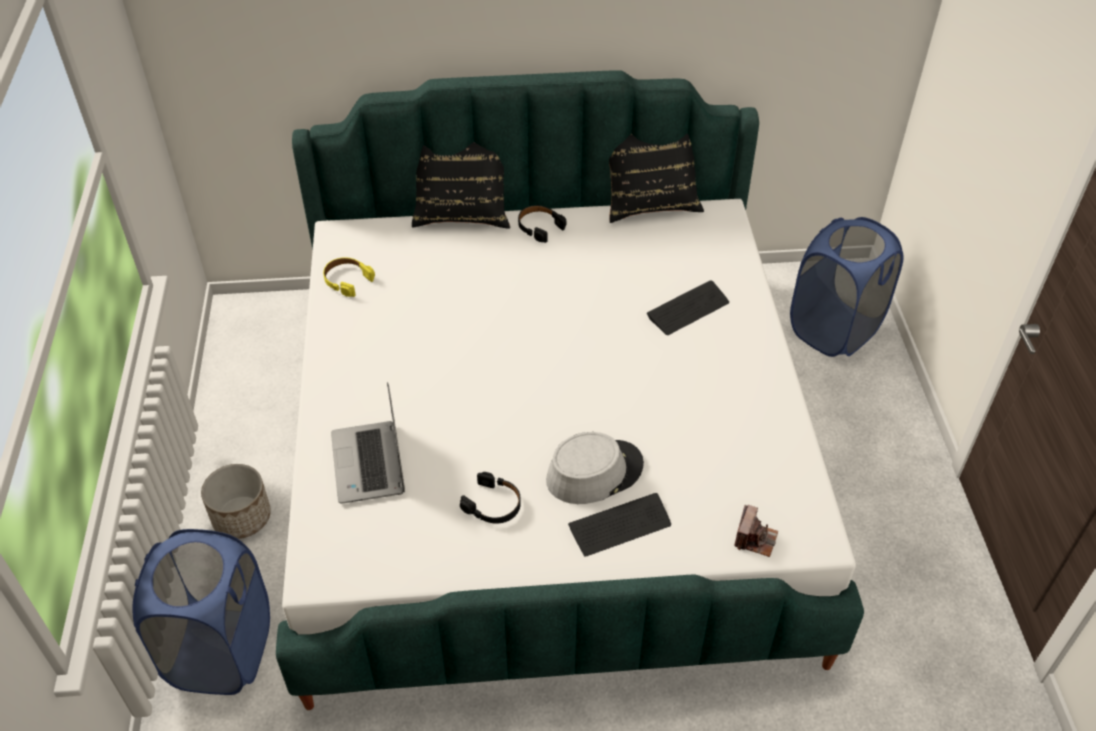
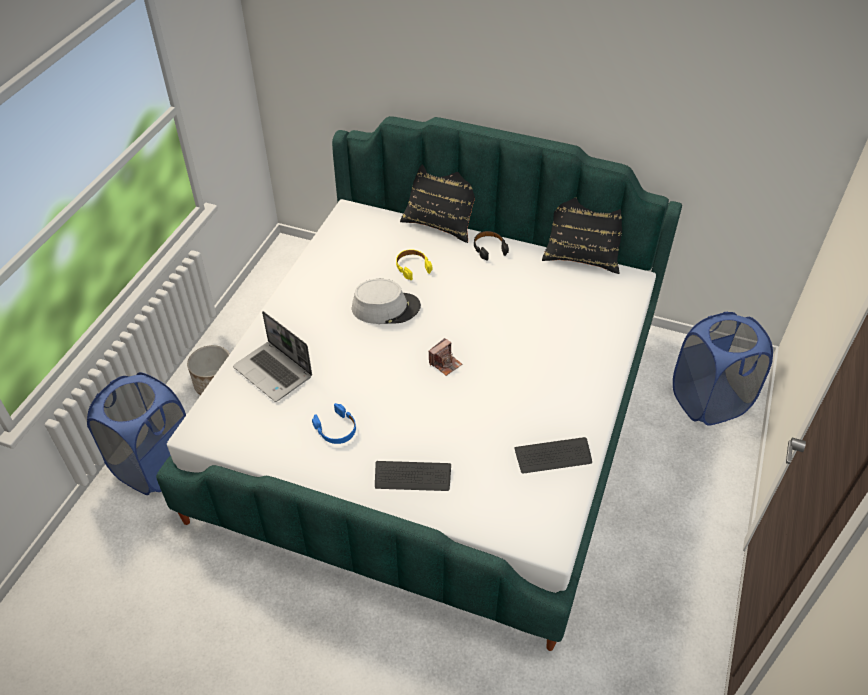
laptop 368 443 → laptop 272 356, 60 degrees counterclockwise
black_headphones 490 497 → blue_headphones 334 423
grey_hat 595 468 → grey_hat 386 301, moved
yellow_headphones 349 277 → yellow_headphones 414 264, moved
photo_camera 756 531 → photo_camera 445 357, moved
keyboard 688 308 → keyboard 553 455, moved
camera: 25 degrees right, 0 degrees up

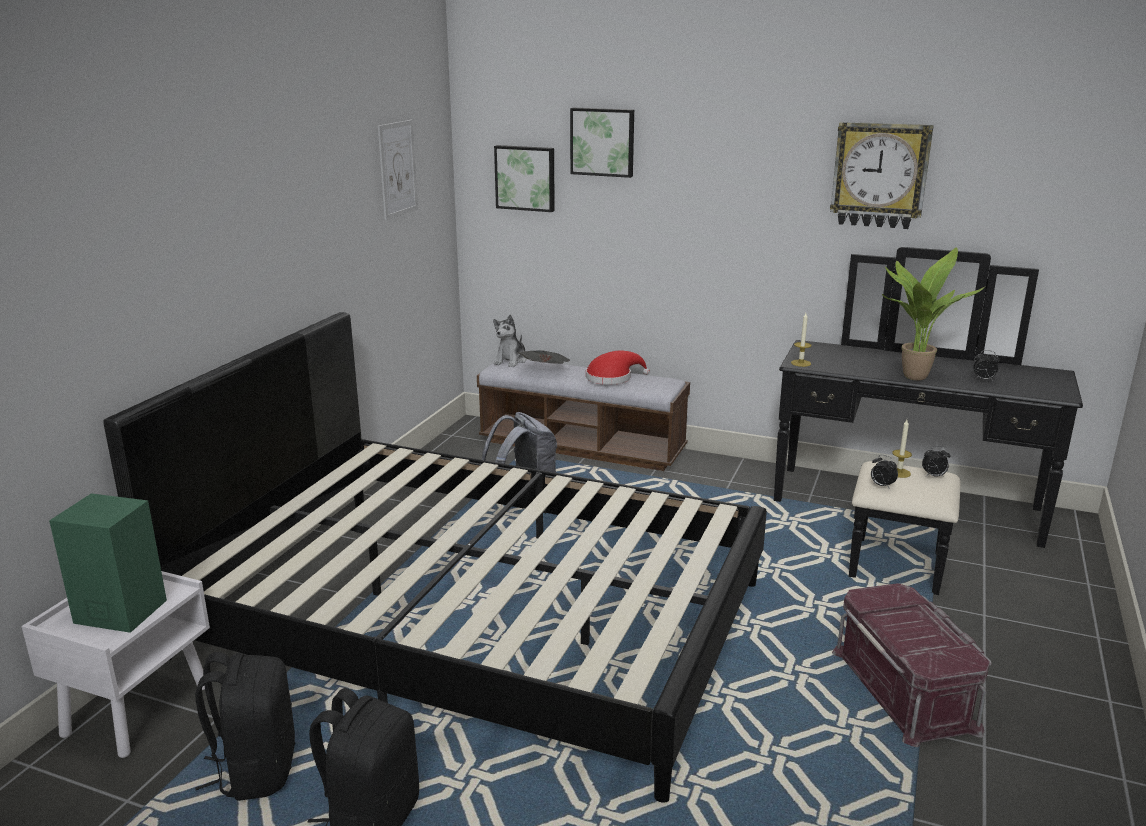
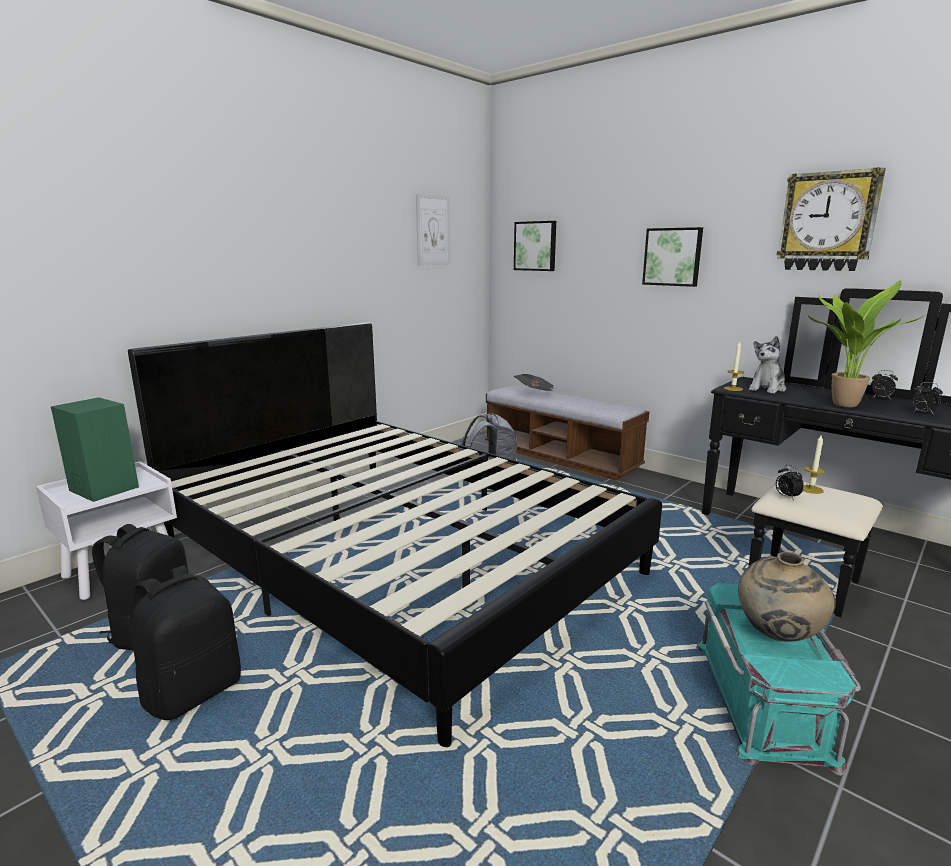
picture 602 143 → picture 672 257, moved
red_storage_box 912 665 → turquoise_storage_box 778 679
- → beige_vase 787 597
plush_toy 510 341 → plush_toy 767 365, moved
alarm_clock 936 461 → alarm_clock 884 384, moved
red_hat 618 368 → -
camera: 20 degrees right, 5 degrees down

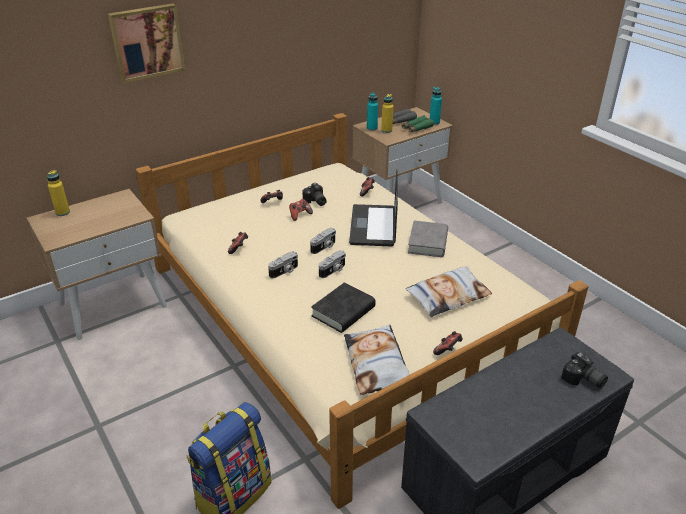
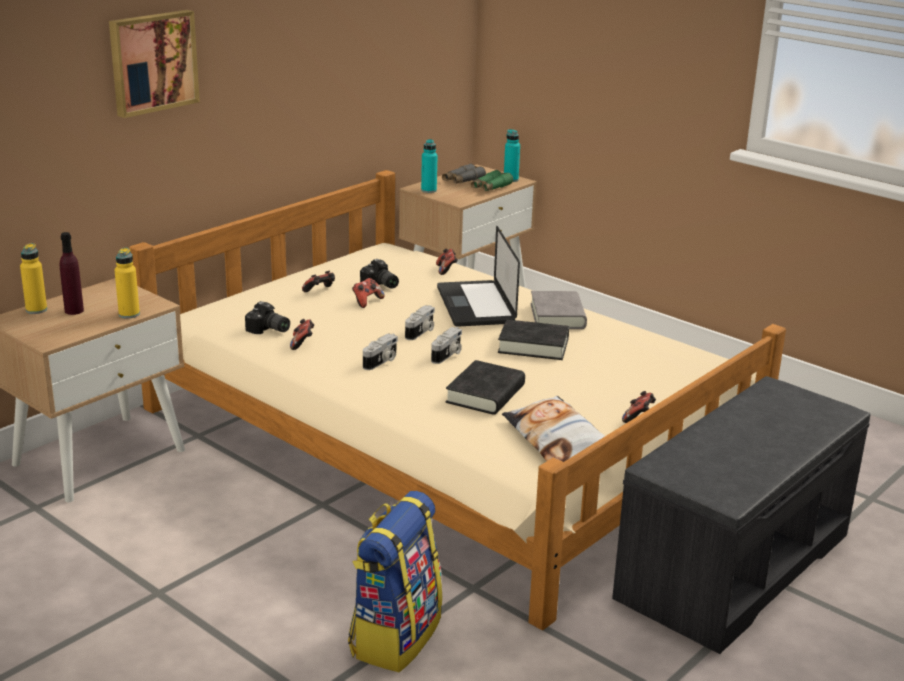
- → purple_bottle 72 273
yellow_bottle 387 113 → yellow_bottle 127 283, moved
photo_camera 584 370 → photo_camera 267 317, moved
- → black_book 533 339
pillow 448 291 → -
camera: 15 degrees left, 10 degrees down

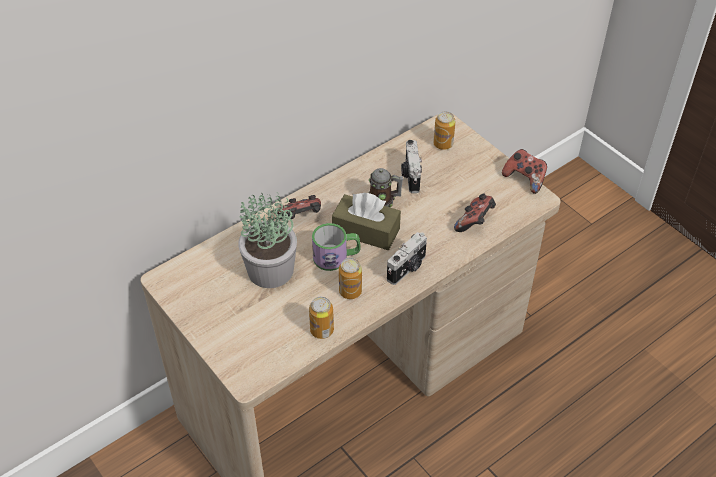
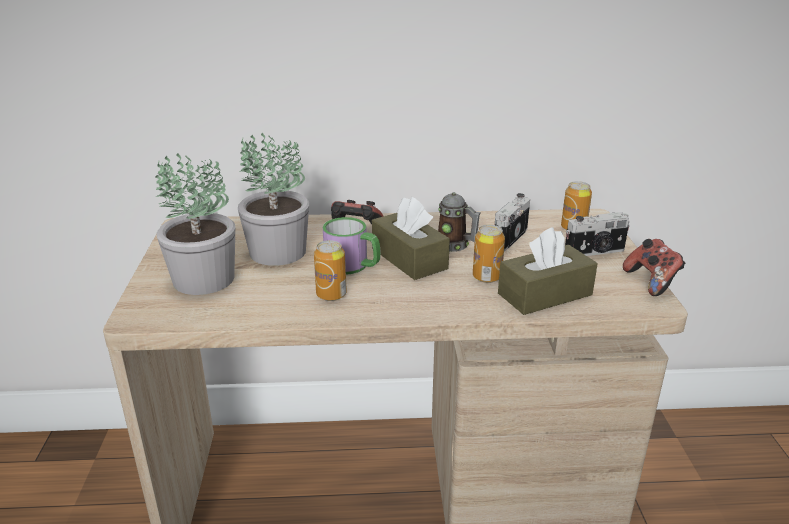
- → potted_plant 195 224
can 321 318 → can 489 254, moved
game_controller 475 213 → brown_tissue_box 548 271
photo_camera 407 258 → photo_camera 597 234, moved
camera: 35 degrees right, 20 degrees down

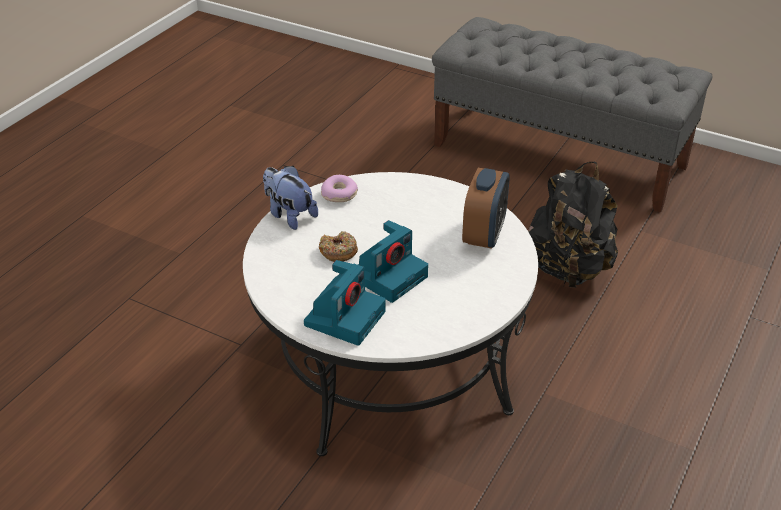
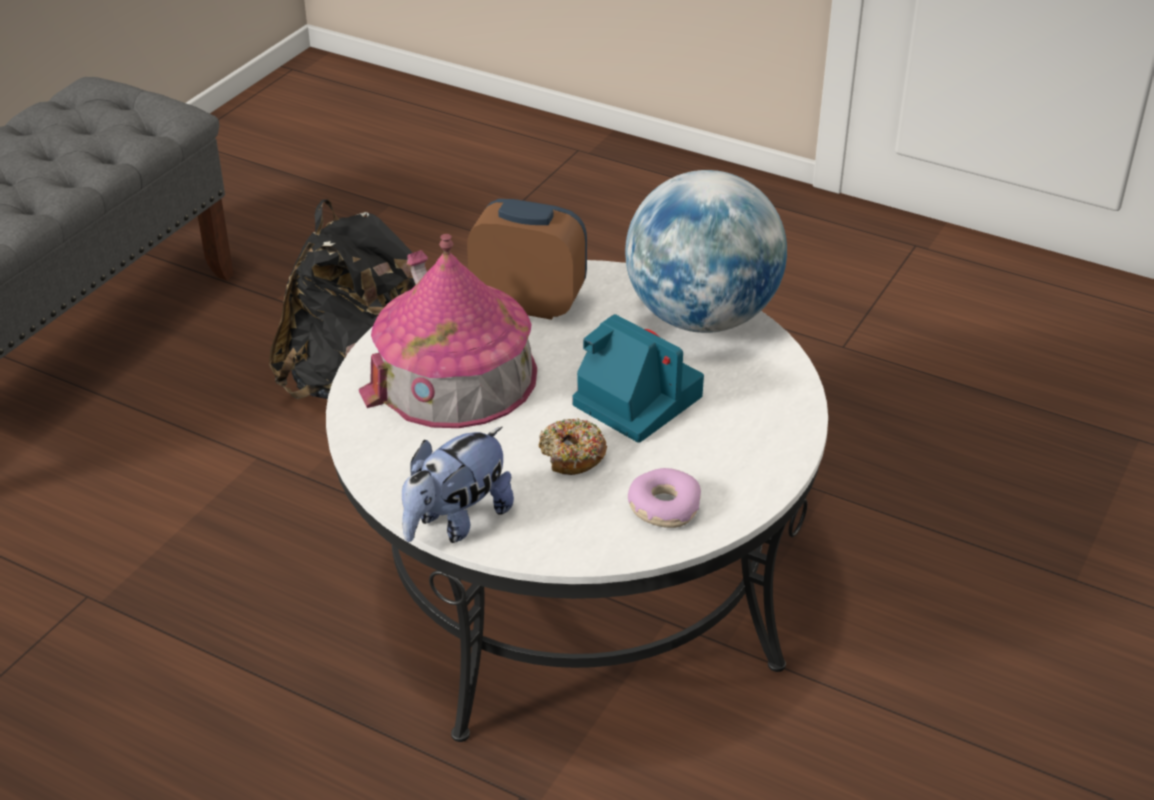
- → toy_house 448 331
- → globe 706 251
donut 339 188 → donut 664 498, moved
photo_camera 345 303 → -
camera: 90 degrees left, 0 degrees up

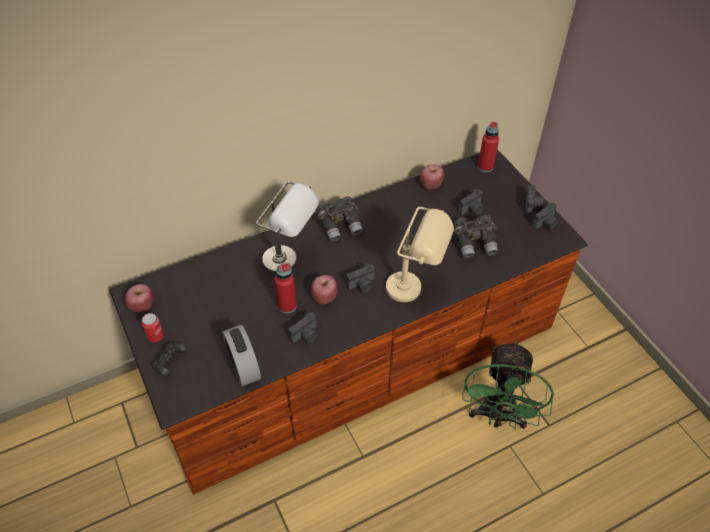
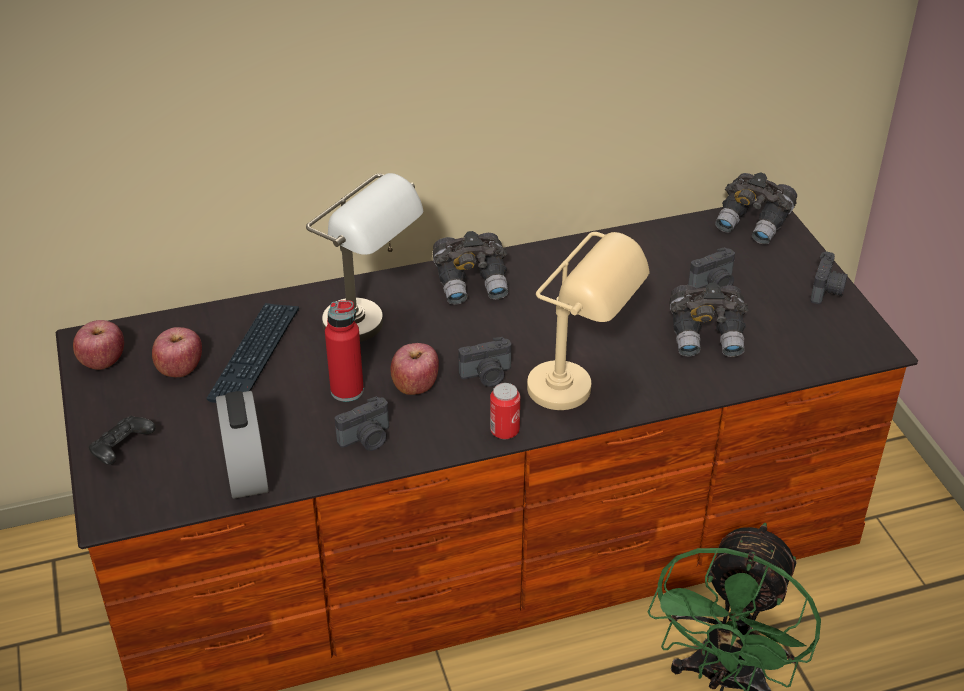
apple 432 177 → apple 177 352, moved
- → keyboard 252 353
can 152 327 → can 505 411, moved
red_bottle 488 147 → grey_binoculars 756 208
photo_camera 545 216 → -
camera: 10 degrees right, 10 degrees down

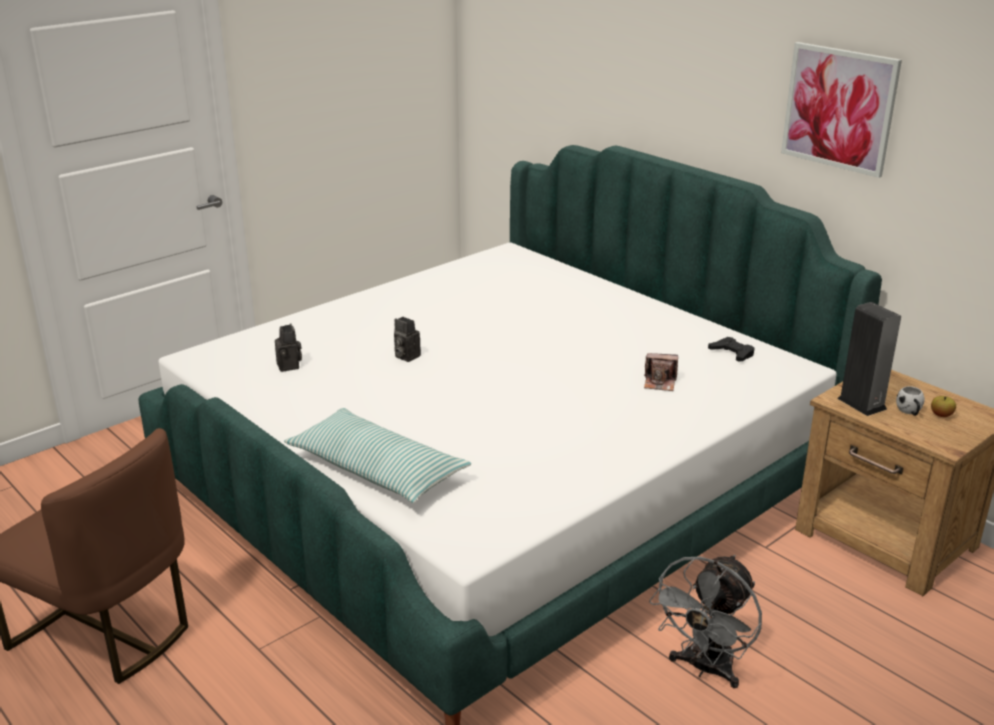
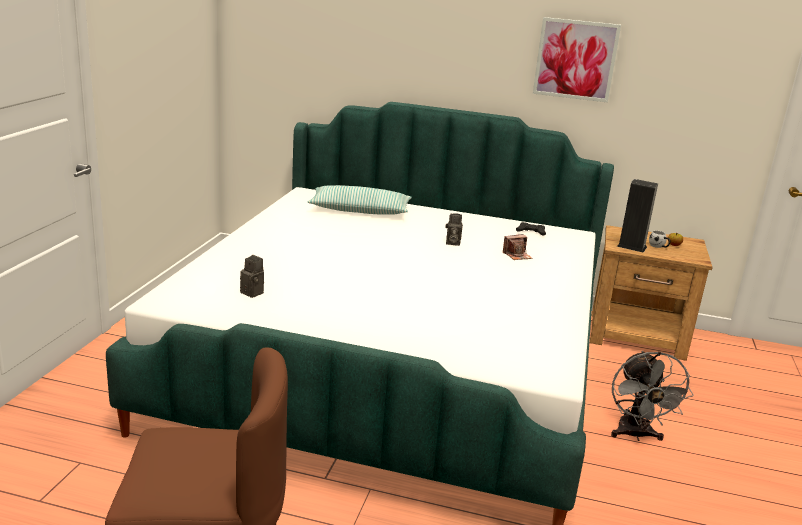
pillow 377 455 → pillow 360 199, moved
photo_camera 407 339 → photo_camera 454 229, moved
camera: 35 degrees left, 5 degrees down

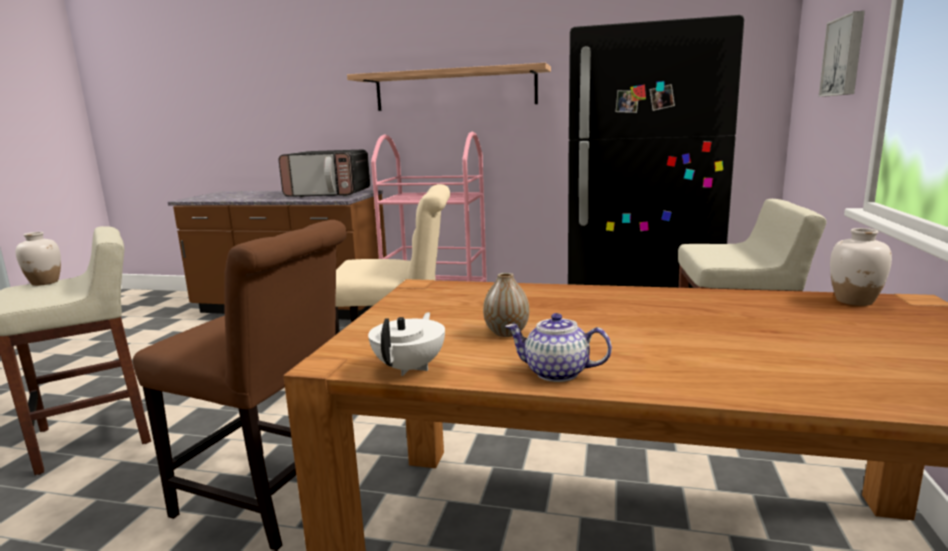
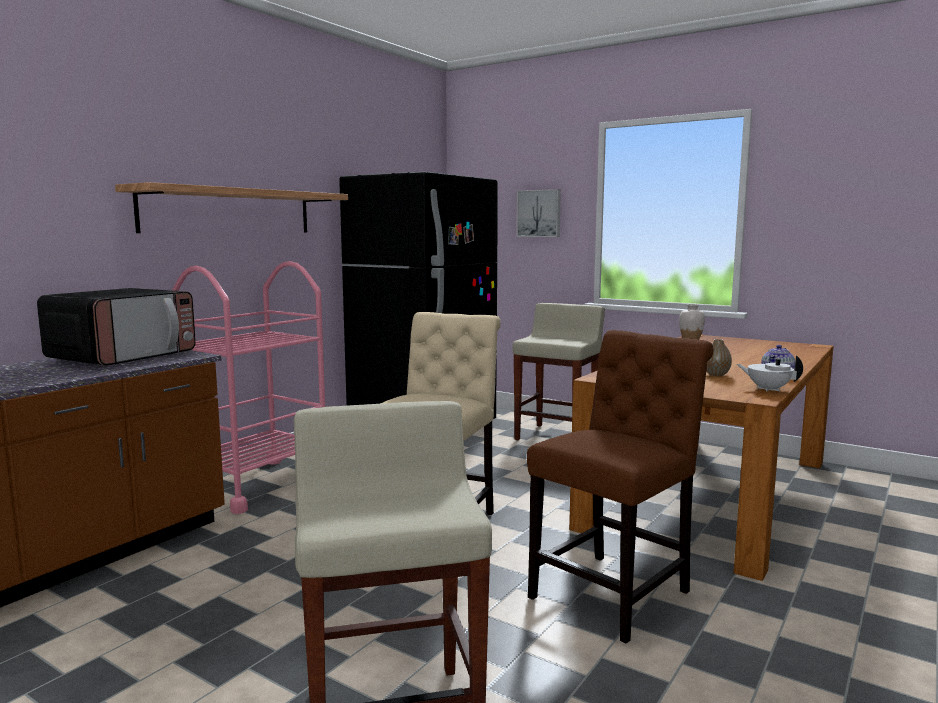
white_vase 38 259 → -
camera: 70 degrees left, 5 degrees down

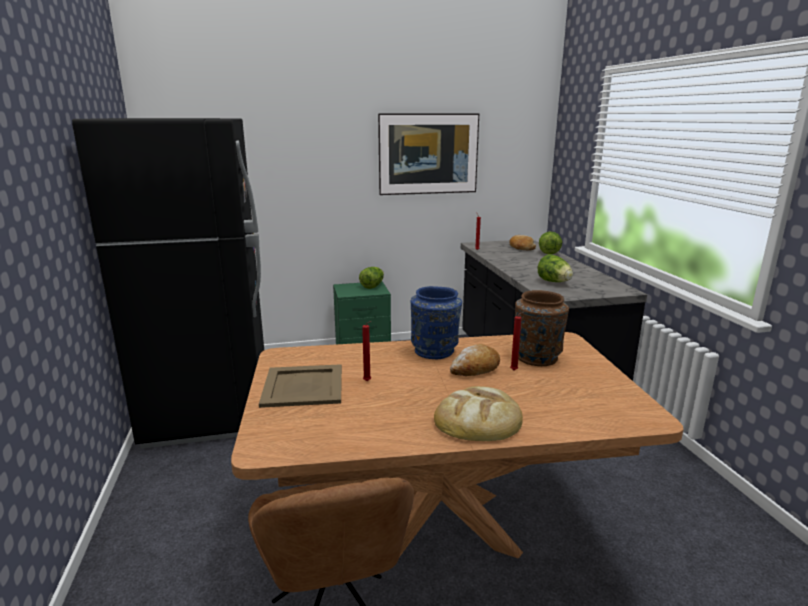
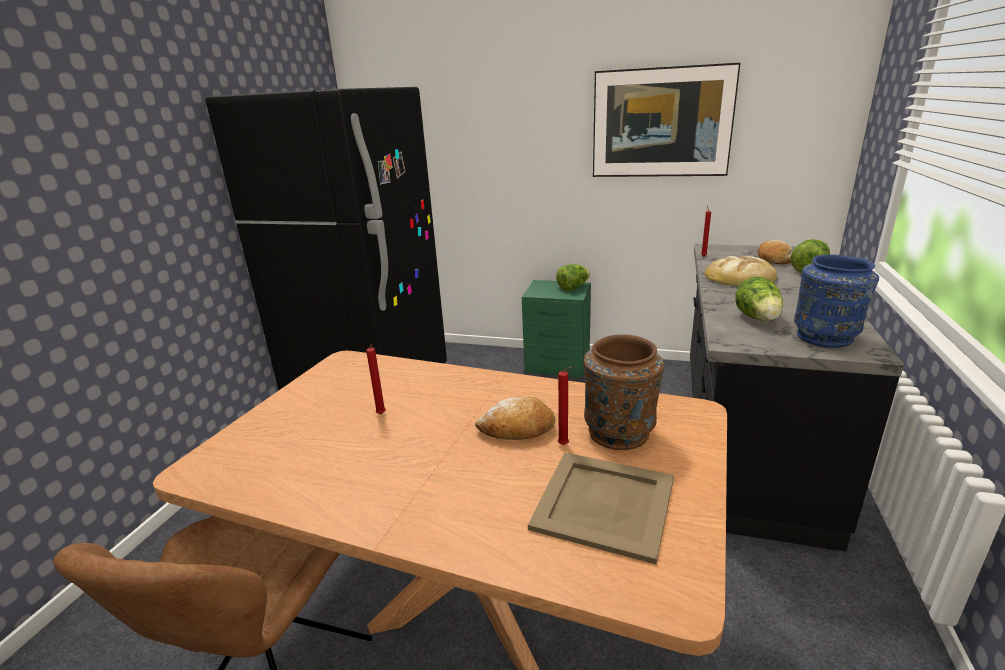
beige_tray 300 386 → beige_tray 601 508, moved
bread 478 413 → bread 741 271, moved
blue_vase 436 322 → blue_vase 836 301, moved
camera: 30 degrees right, 5 degrees up

